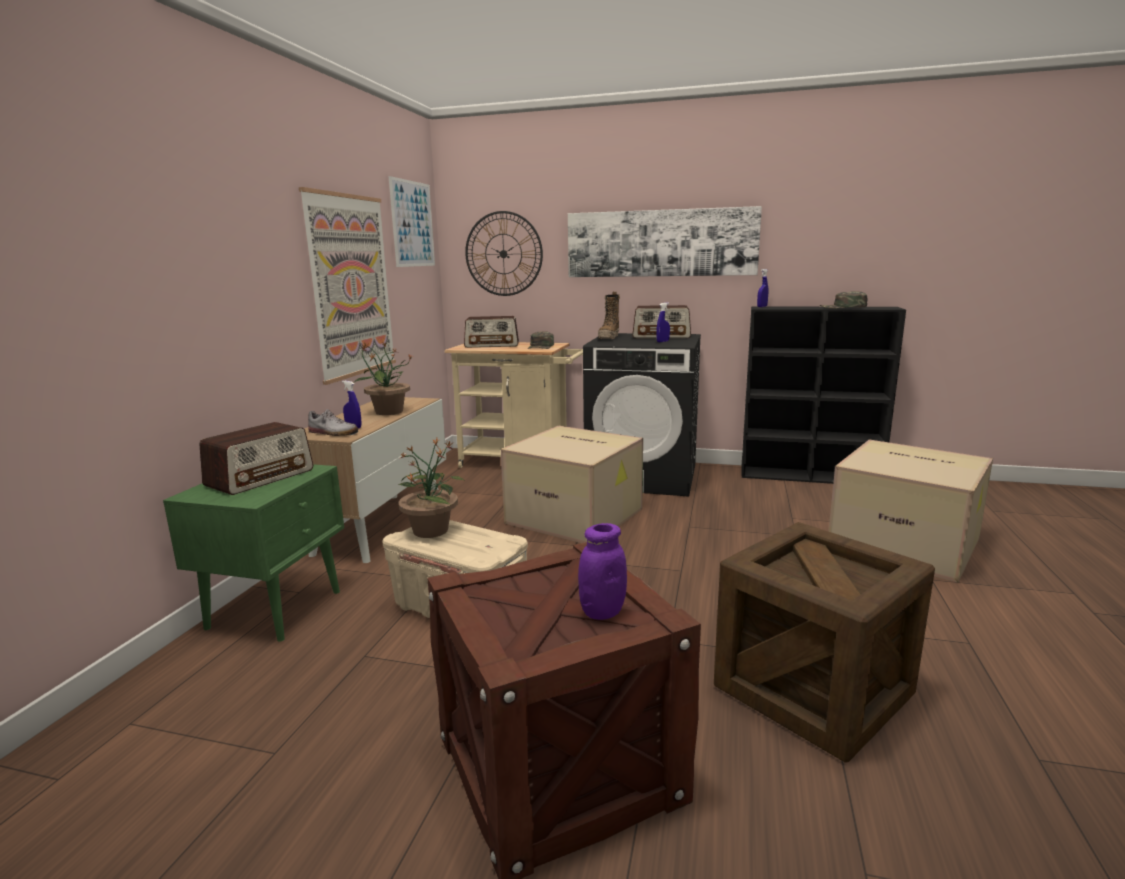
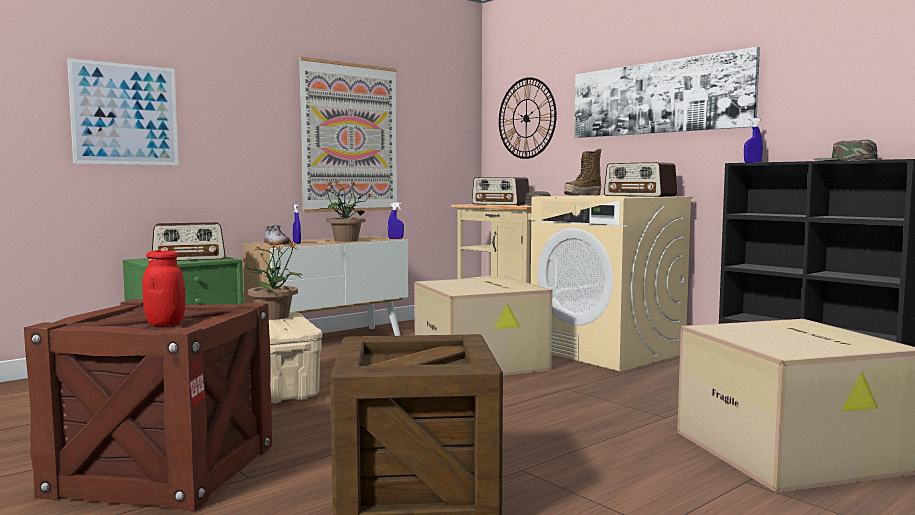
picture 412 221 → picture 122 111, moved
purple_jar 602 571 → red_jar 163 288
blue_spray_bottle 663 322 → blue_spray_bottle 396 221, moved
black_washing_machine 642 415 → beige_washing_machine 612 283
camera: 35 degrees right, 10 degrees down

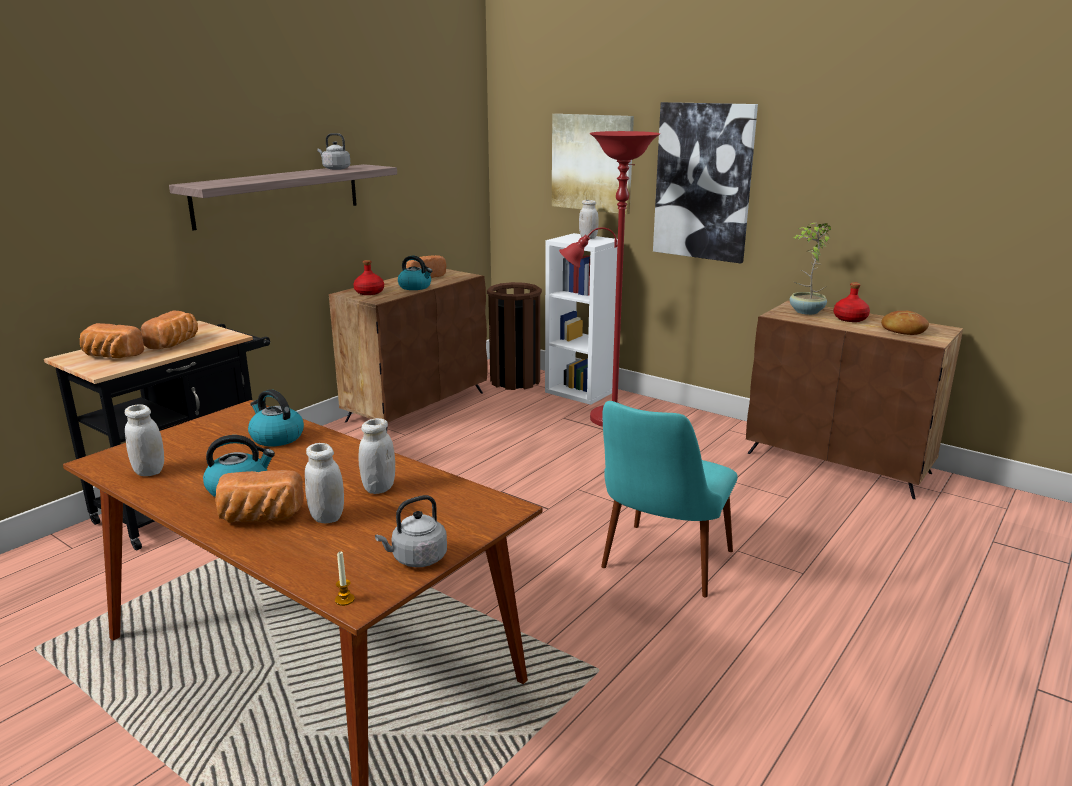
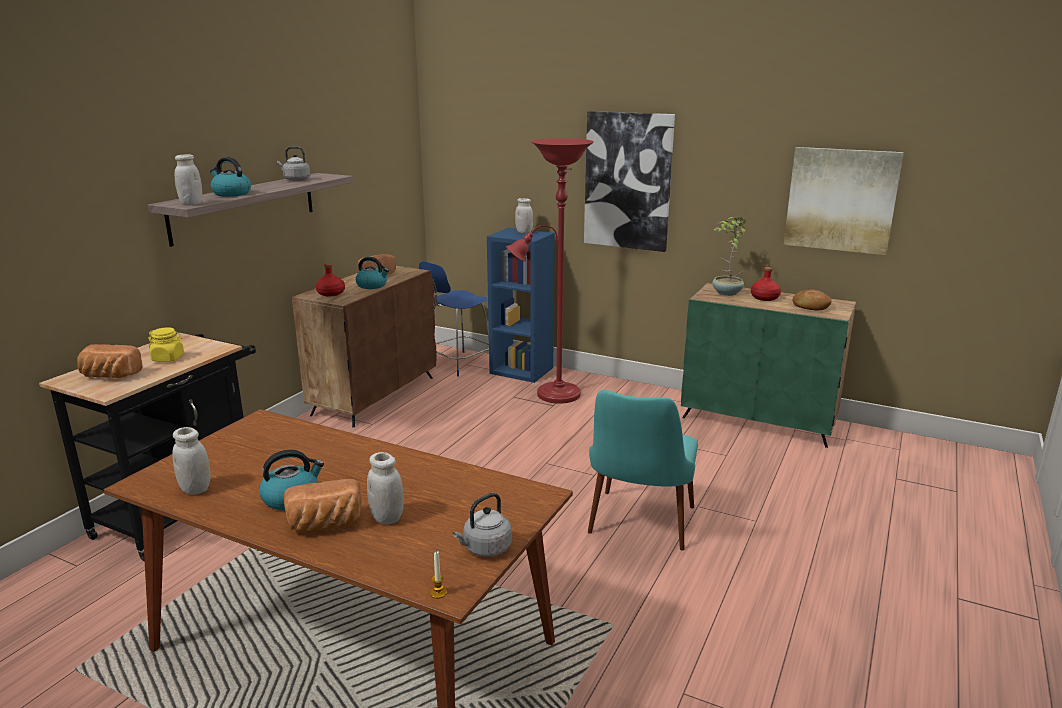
bread 169 330 → yellow_jar 166 344
white_jar 377 456 → white_jar 188 179, moved
kettle 276 417 → kettle 230 177, moved
brown_trash_can 514 336 → blue_chair 454 319
white_bookcase 581 319 → blue_bookcase 521 305
brown_cabinet 854 400 → green_cabinet 768 365
picture 593 164 → picture 844 201, moved
camera: 10 degrees left, 0 degrees up

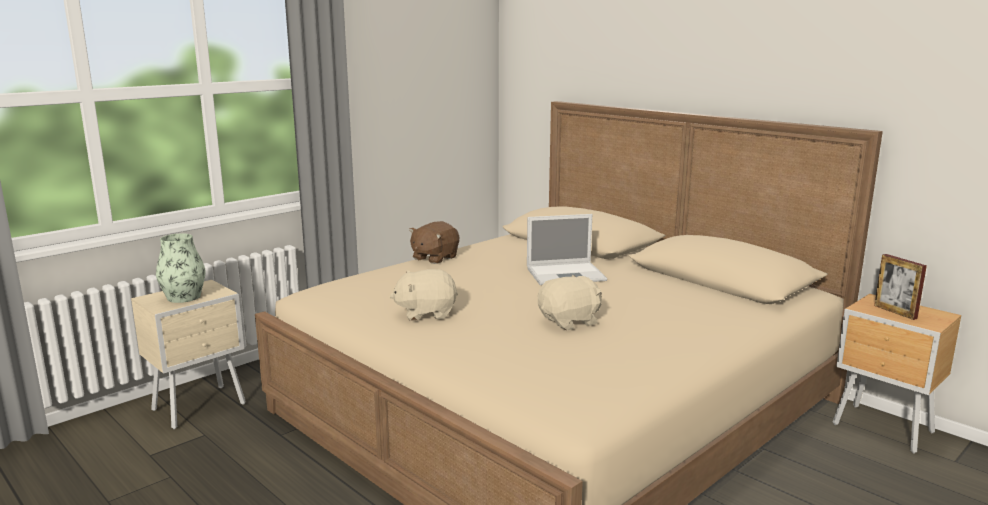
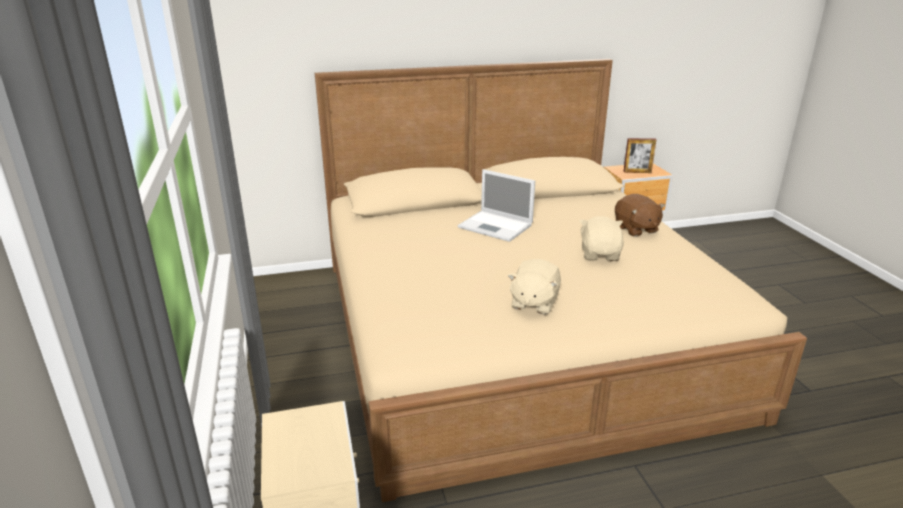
laptop 567 249 → laptop 496 205, 105 degrees clockwise
brown_plush_toy 434 242 → brown_plush_toy 640 215, moved
vase 181 268 → -
camera: 60 degrees left, 10 degrees up

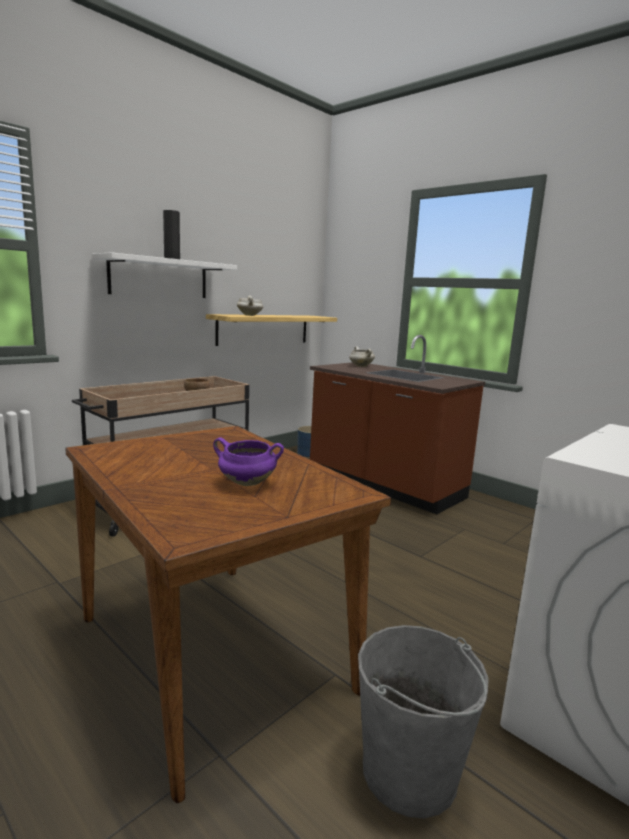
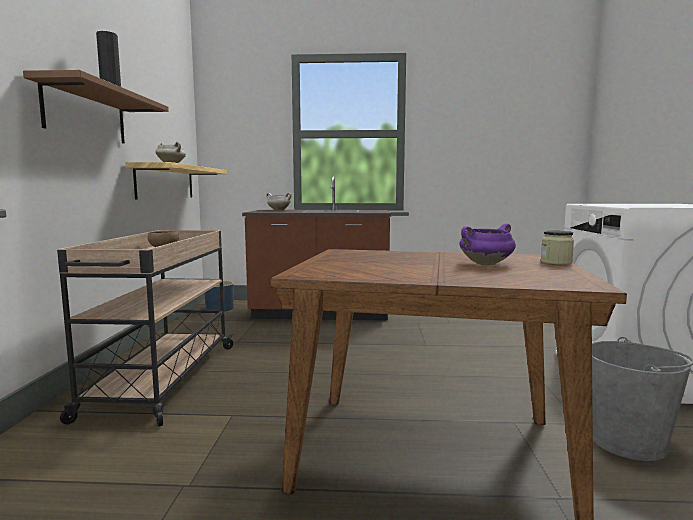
white_shelf 164 275 → brown_shelf 96 106
- → jar 557 247
camera: 40 degrees left, 5 degrees down

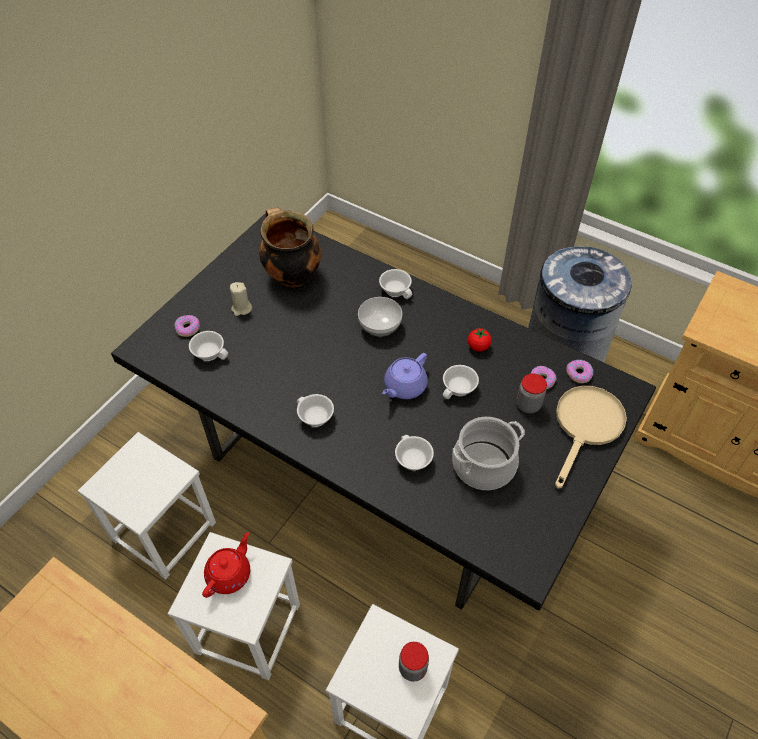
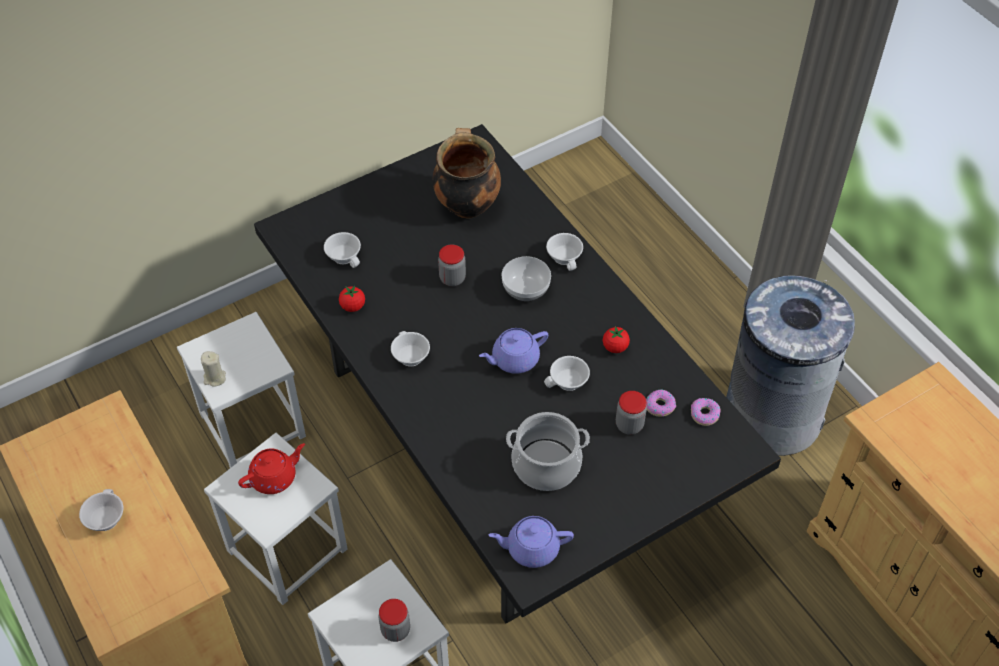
white_cup 414 453 → white_cup 101 510, moved
beige_candle 241 299 → beige_candle 213 369, moved
- → tomato 352 299
- → jar 452 265
- → purple_teapot 531 542
donut 187 326 → -
beige_frying_pan 591 437 → -
camera: 25 degrees right, 0 degrees up

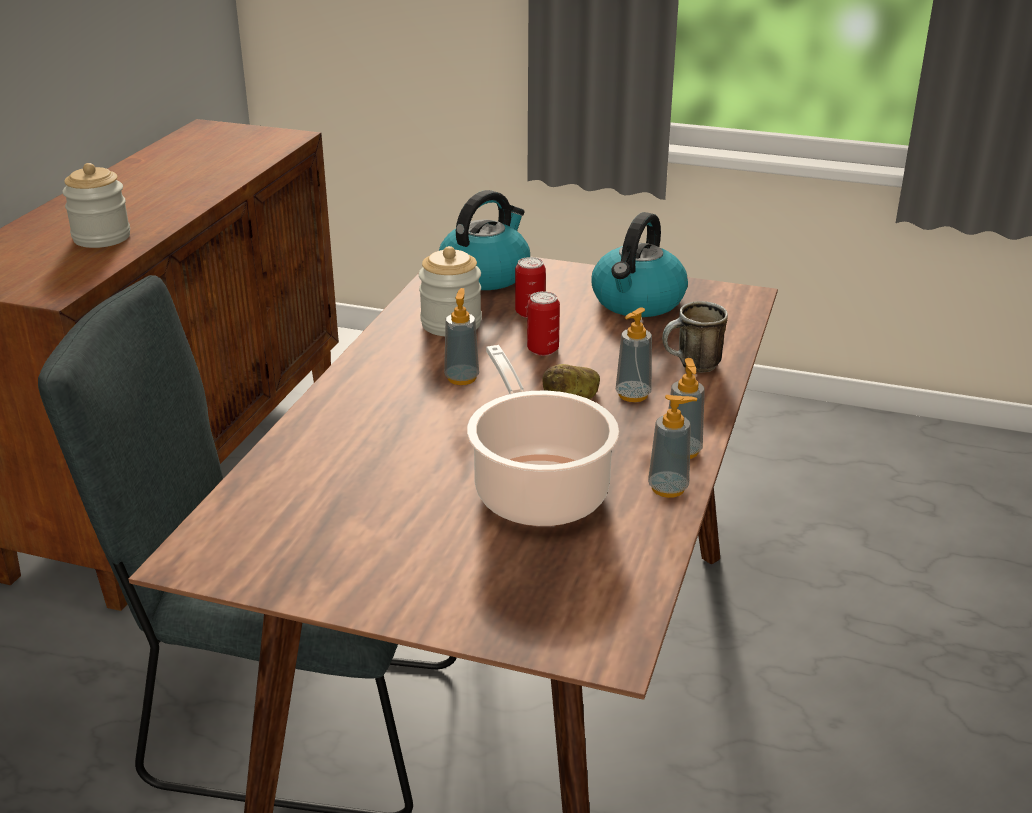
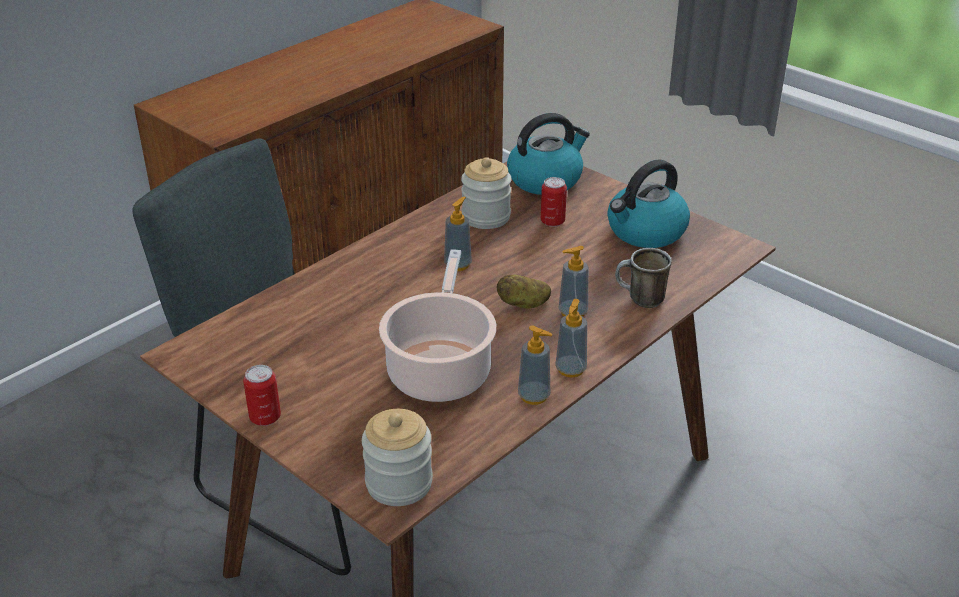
can 543 323 → can 262 395, moved
jar 96 205 → jar 397 457, moved
camera: 25 degrees right, 5 degrees up

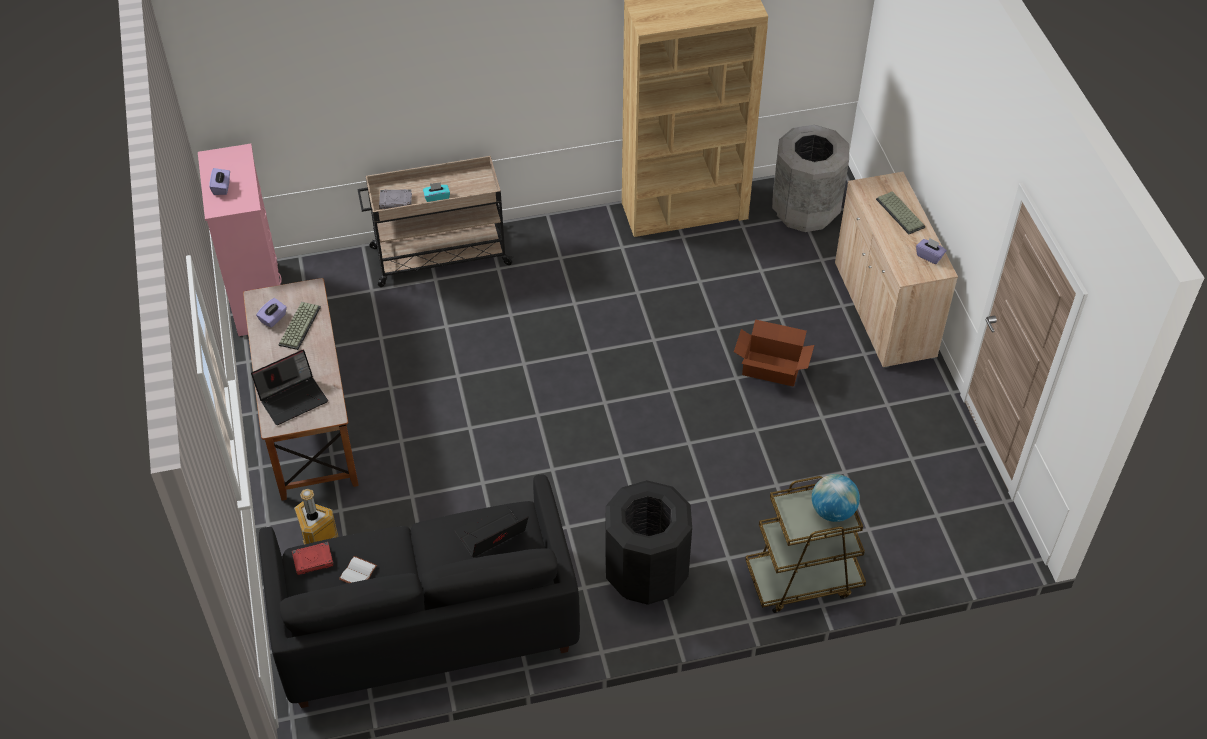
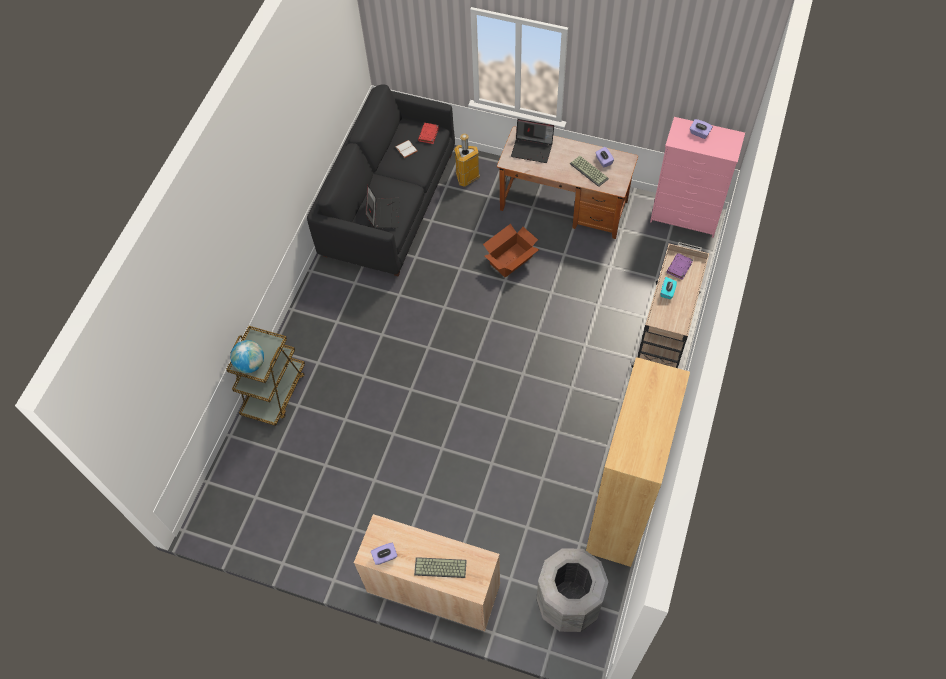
cardboard_box 774 352 → cardboard_box 511 251, moved
laptop 289 387 → laptop 532 141, 75 degrees counterclockwise
grey_book 395 199 → purple_book 680 266
black_trash_can 648 542 → -
camera: 125 degrees right, 10 degrees up

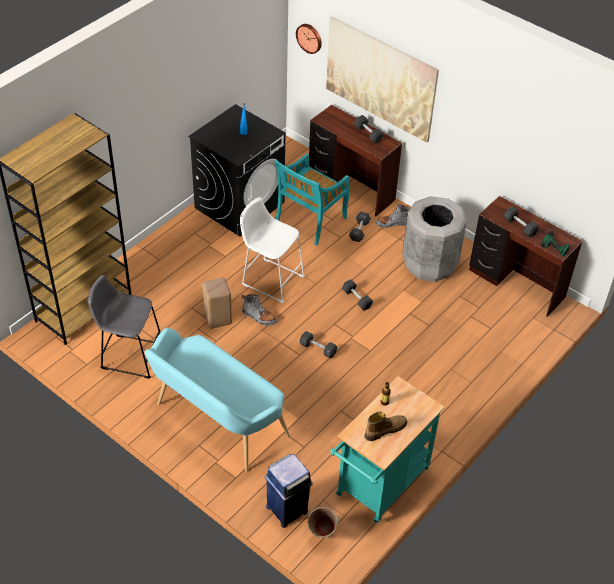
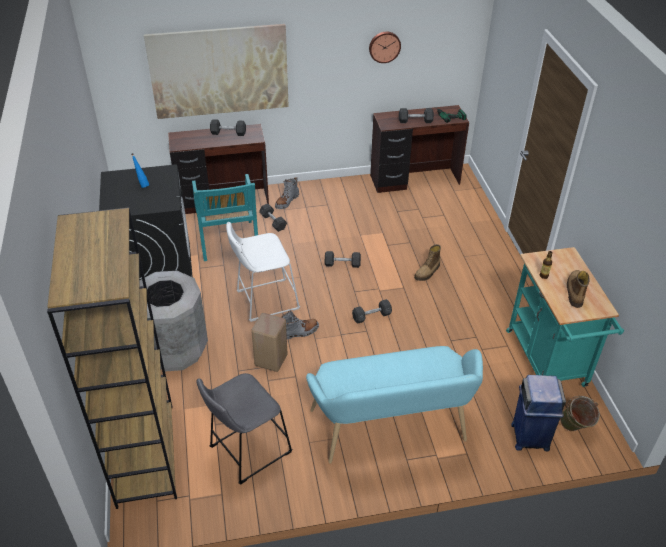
grey_trash_can 434 239 → grey_trash_can 173 321, moved
wall_clock 309 39 → wall_clock 385 47, moved
- → boot 427 262
camera: 50 degrees left, 5 degrees down

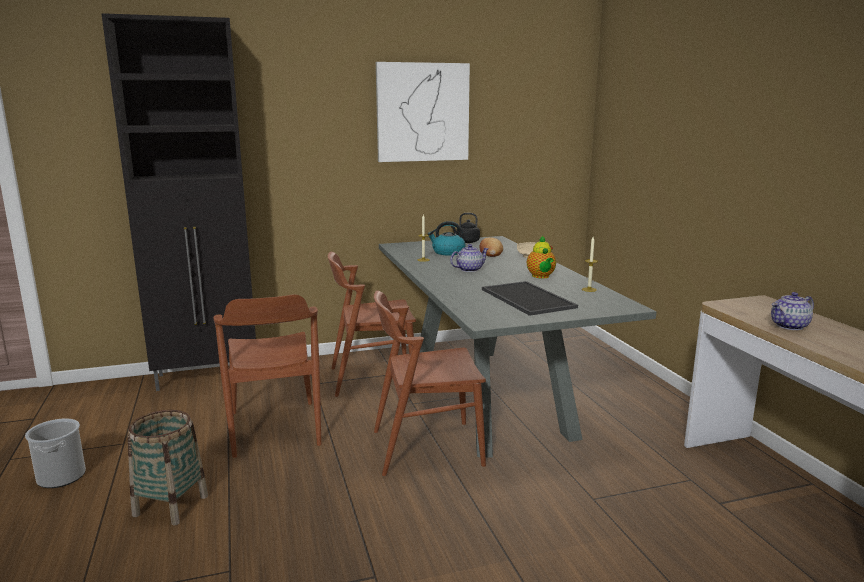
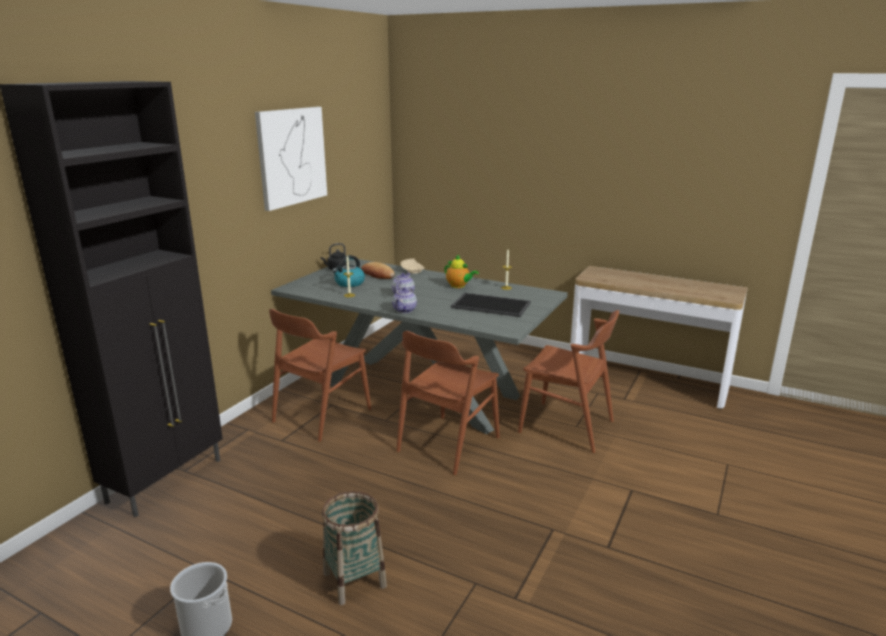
teapot 792 311 → teapot 404 300, moved
brown_chair 267 376 → brown_chair 568 381, moved
camera: 45 degrees left, 5 degrees up

